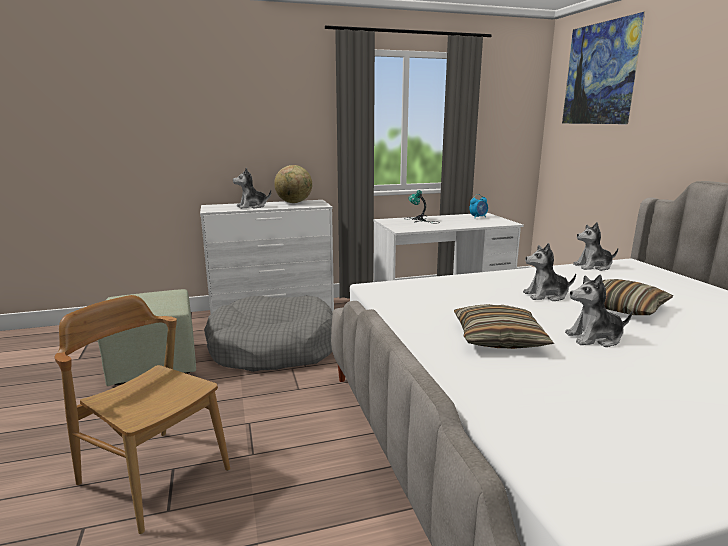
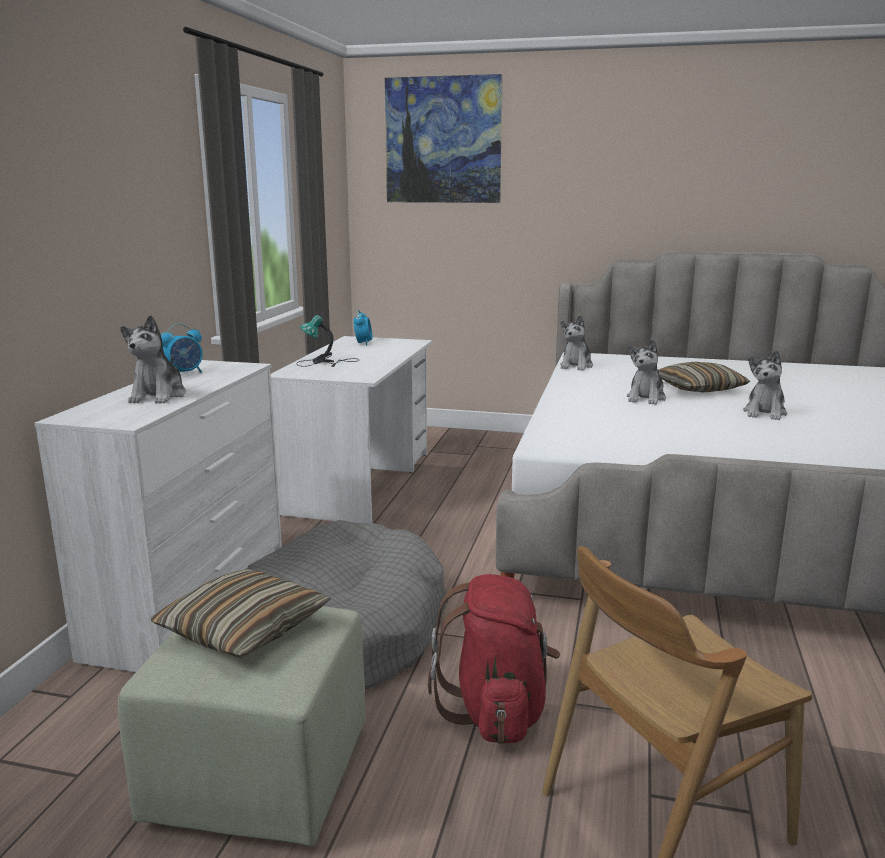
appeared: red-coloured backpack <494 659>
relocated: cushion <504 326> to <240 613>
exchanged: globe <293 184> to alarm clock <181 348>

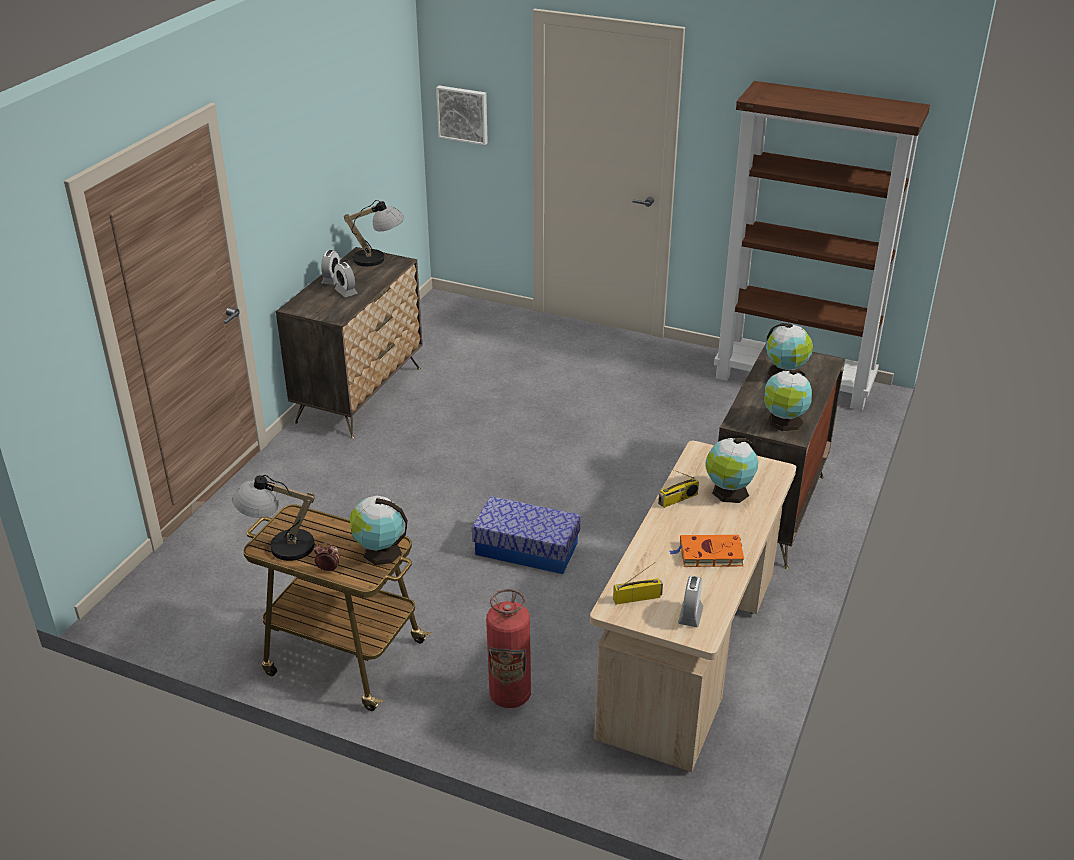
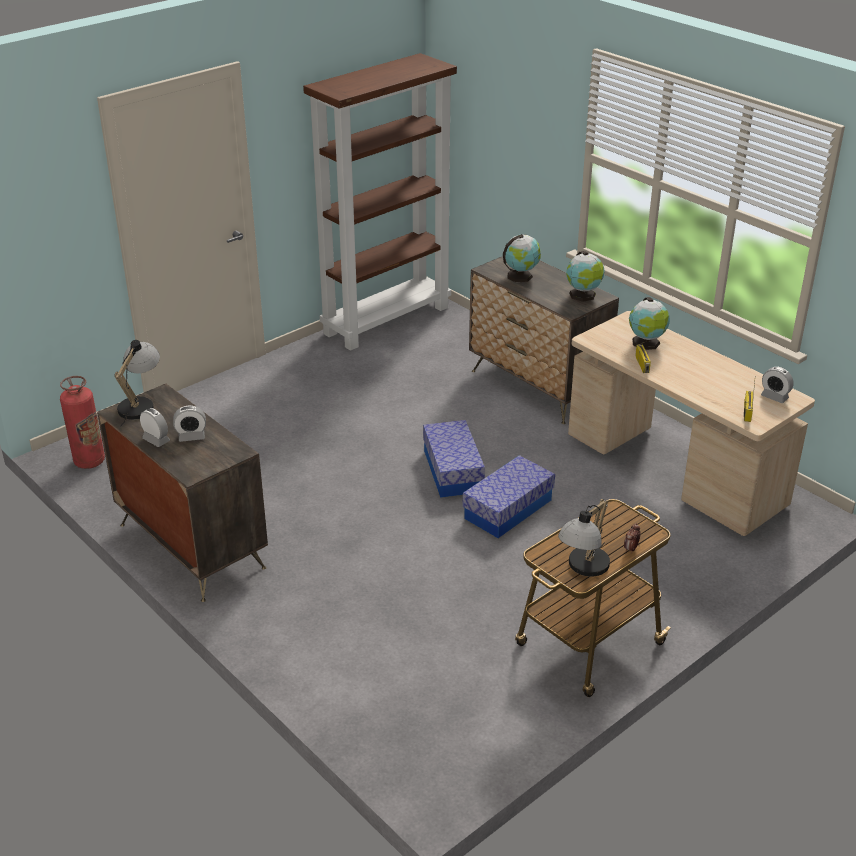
missing: picture <462 115>; globe <379 530>; orangey bound book <707 551>
appeared: storage box <454 459>
relocated: fire-fighting cylinder <508 648> to <82 422>

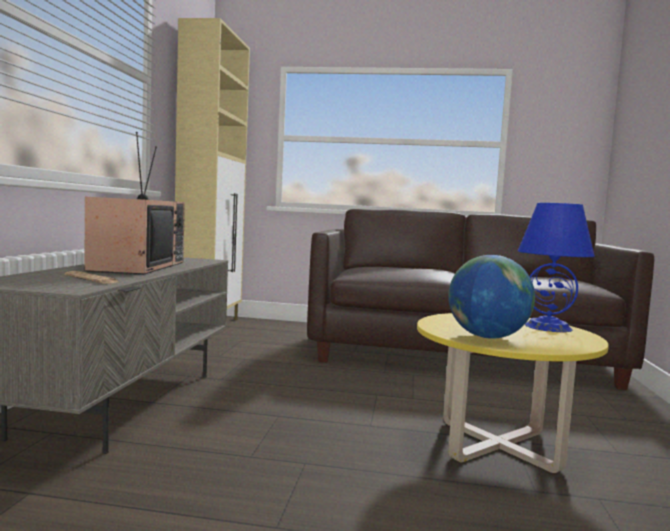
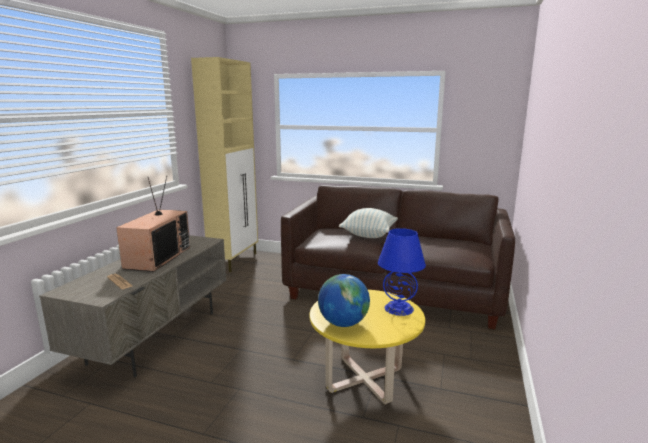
appeared: cushion <368 223>

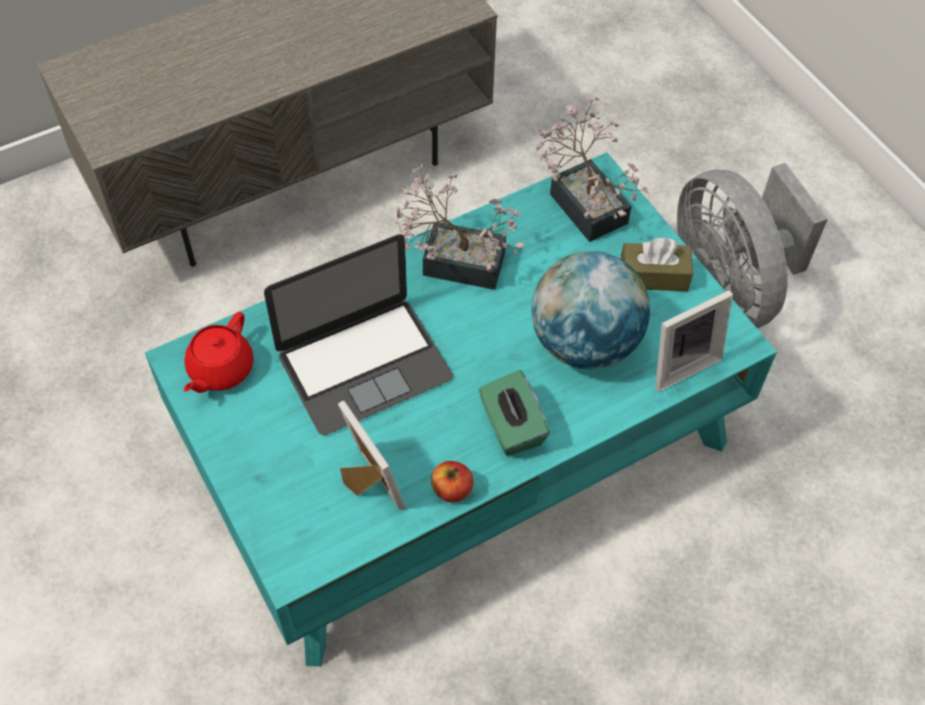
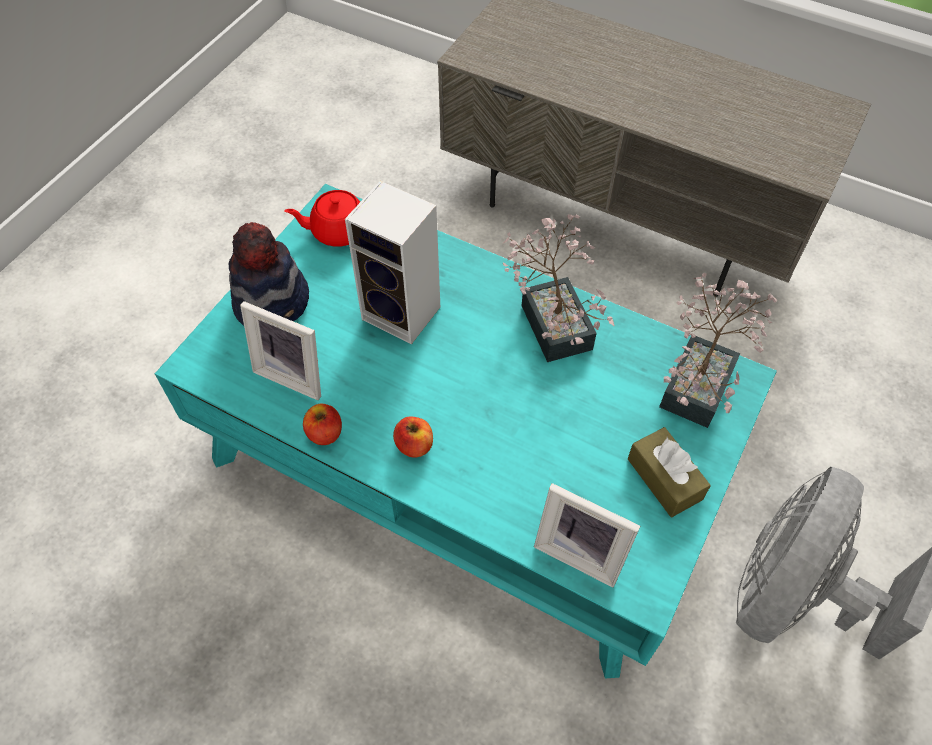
missing: globe <590 310>
appeared: hat <269 274>
exchanged: laptop <358 334> to audio speaker <392 262>; green tissue holder <514 412> to apple fruit <413 437>
spun: standing frame <371 456> = <280 350> 90 degrees clockwise

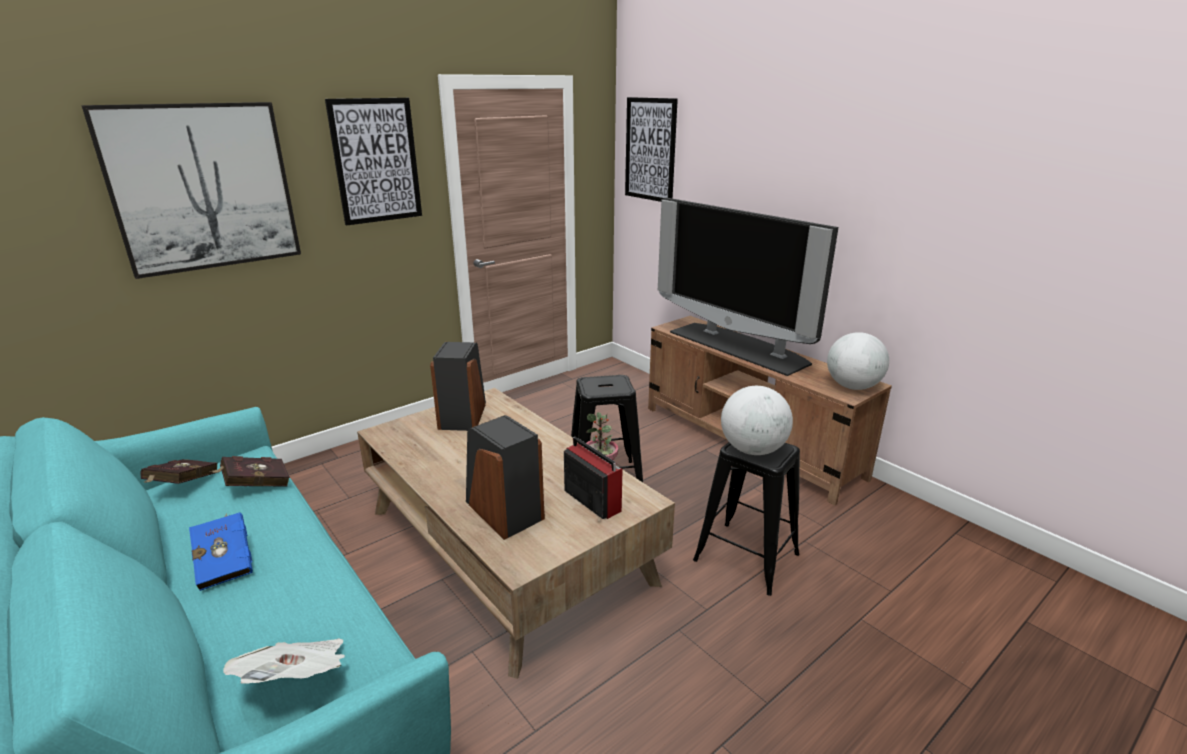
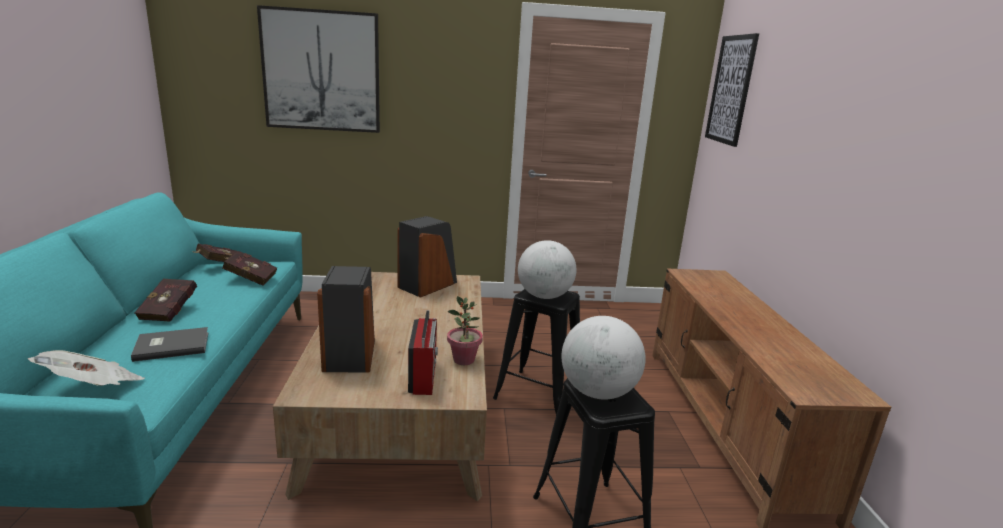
missing: picture <373 162>; TV <748 287>
appeared: grey bound book <169 344>
relocated: globe <858 361> to <547 269>
colour: blue bound book <221 551> to red-coloured bound book <165 300>

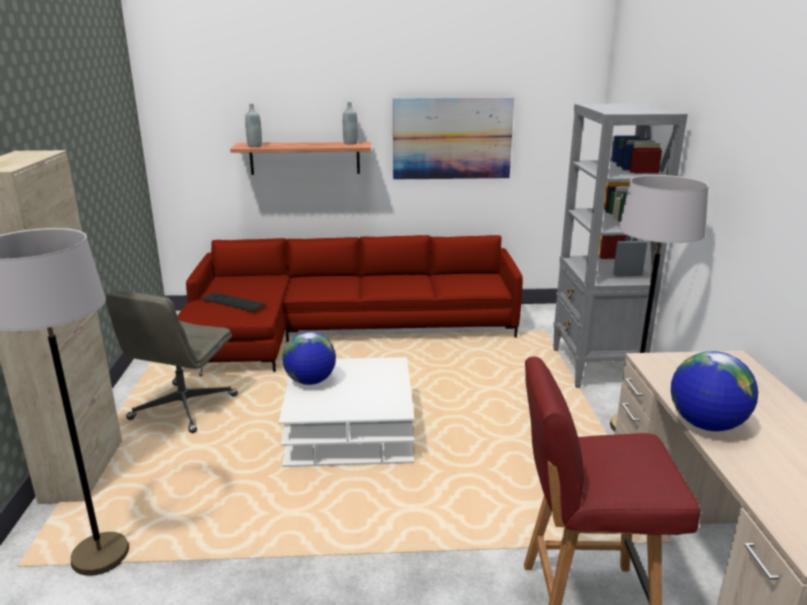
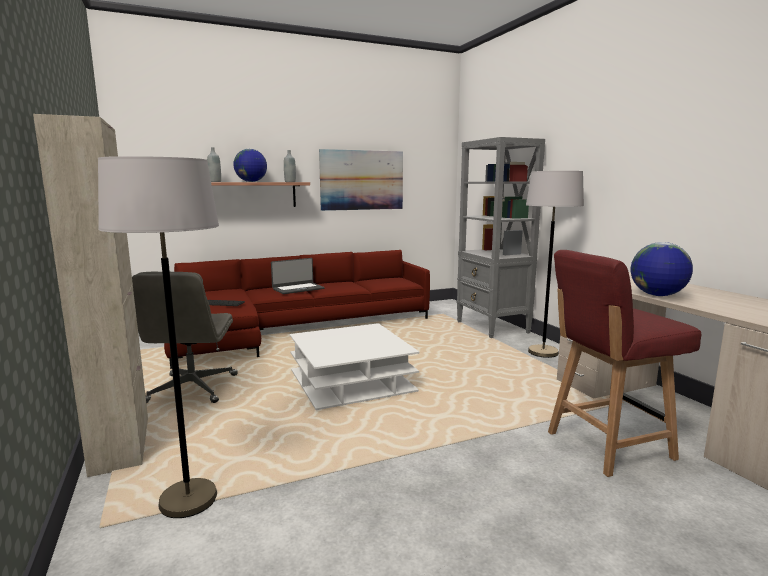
appeared: laptop <298 276>
relocated: globe <309 358> to <250 165>

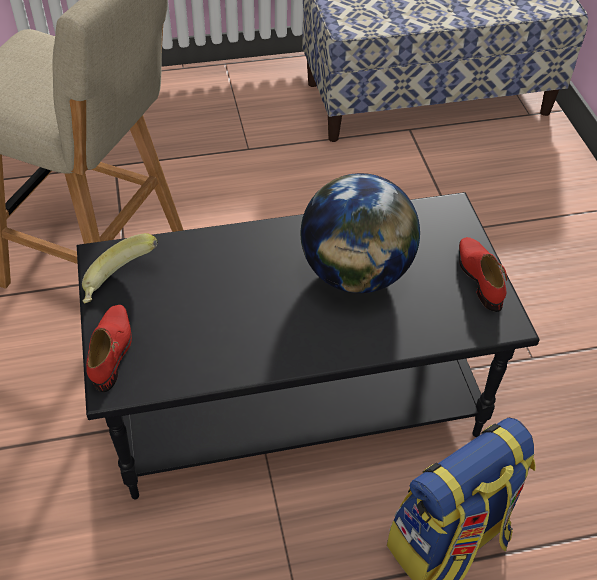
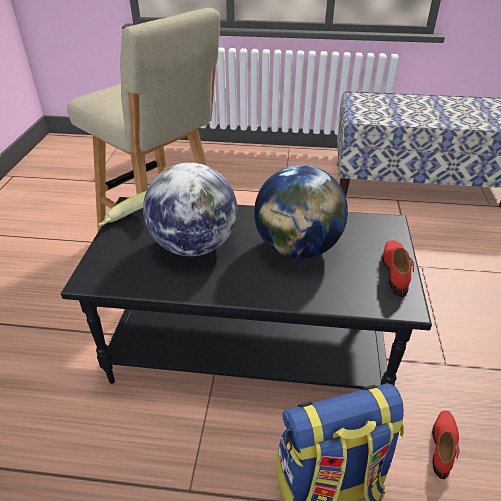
appeared: globe <190 209>
relocated: red-coloured shoe <109 348> to <446 444>

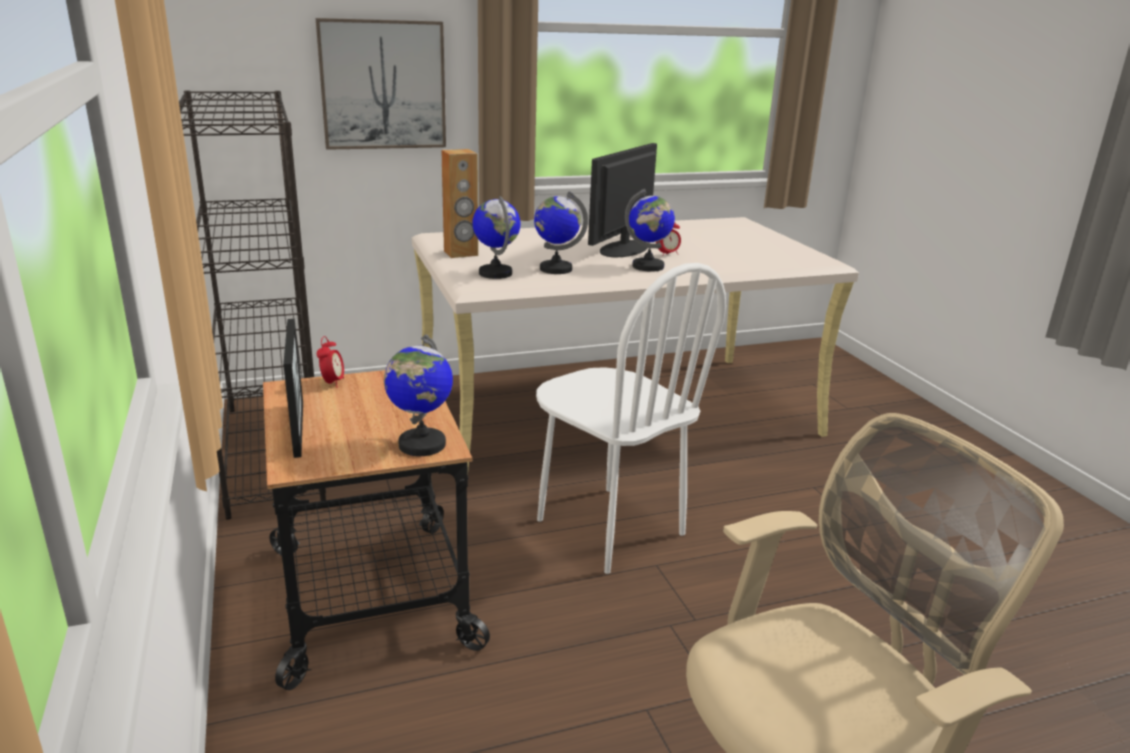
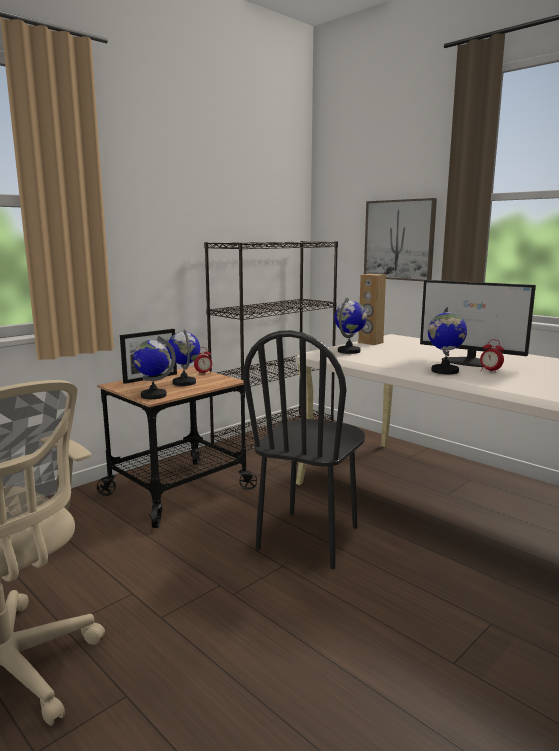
relocated: globe <561 232> to <183 357>
colour: white upright chair <631 418> to black upright chair <304 449>
spun: monitor <622 200> = <478 323> 150 degrees counterclockwise

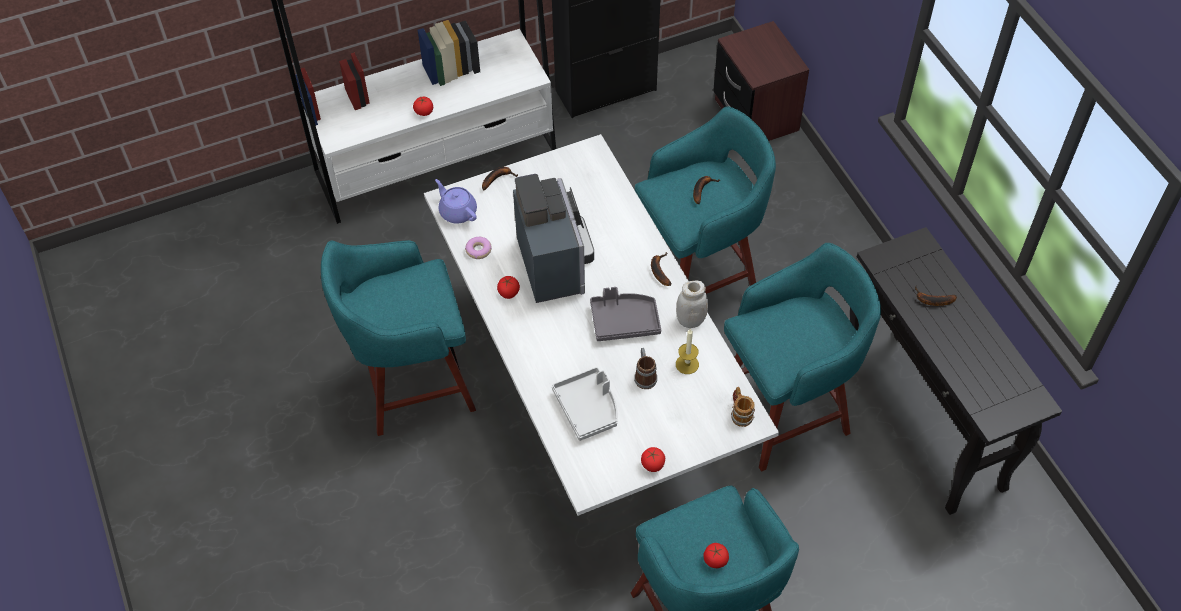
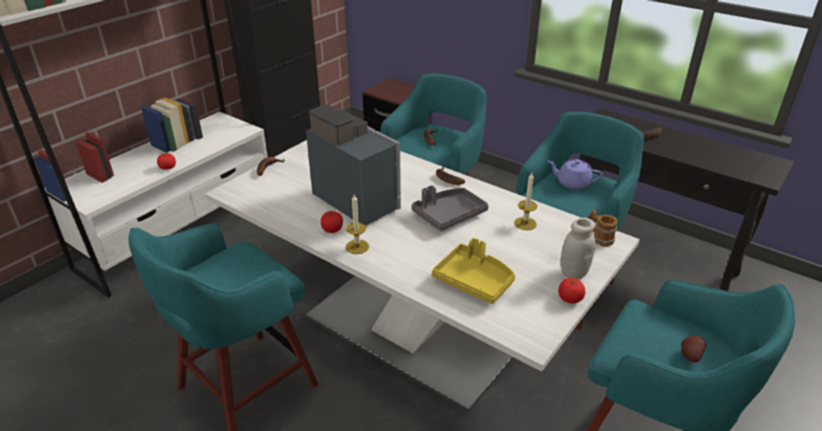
missing: donut <478 248>; mug <645 368>
appeared: wax light <357 224>
relocated: purple-coloured teapot <456 201> to <575 174>; white preserve jar <692 304> to <578 248>
exchanged: fresh tomato <716 555> to potato <693 349>
colour: grey serving tray <585 404> to yellow serving tray <473 271>

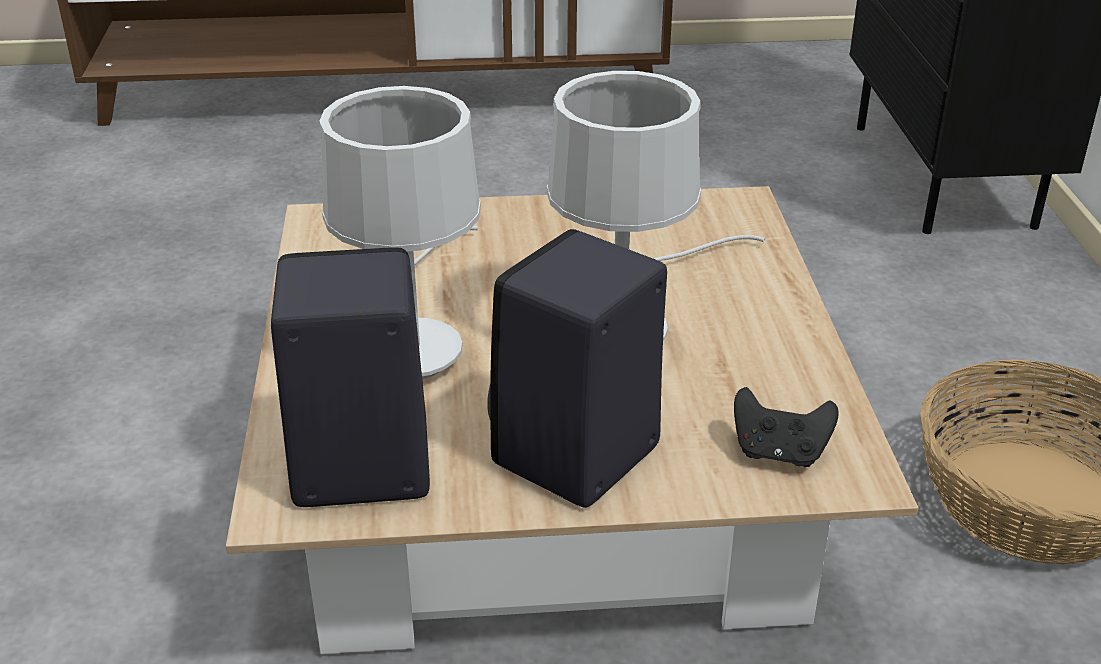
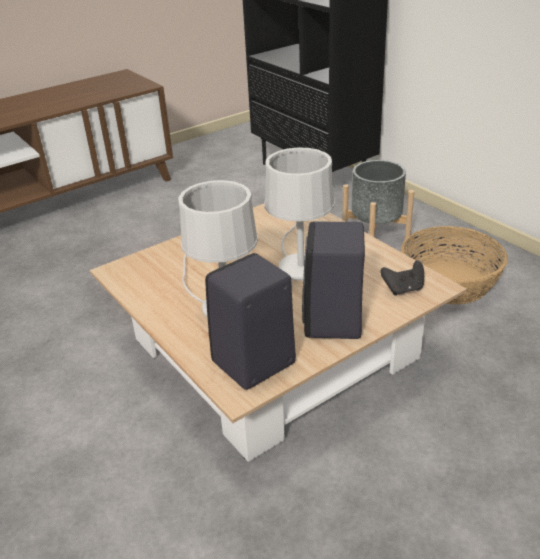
appeared: grey flower pot <378 200>

